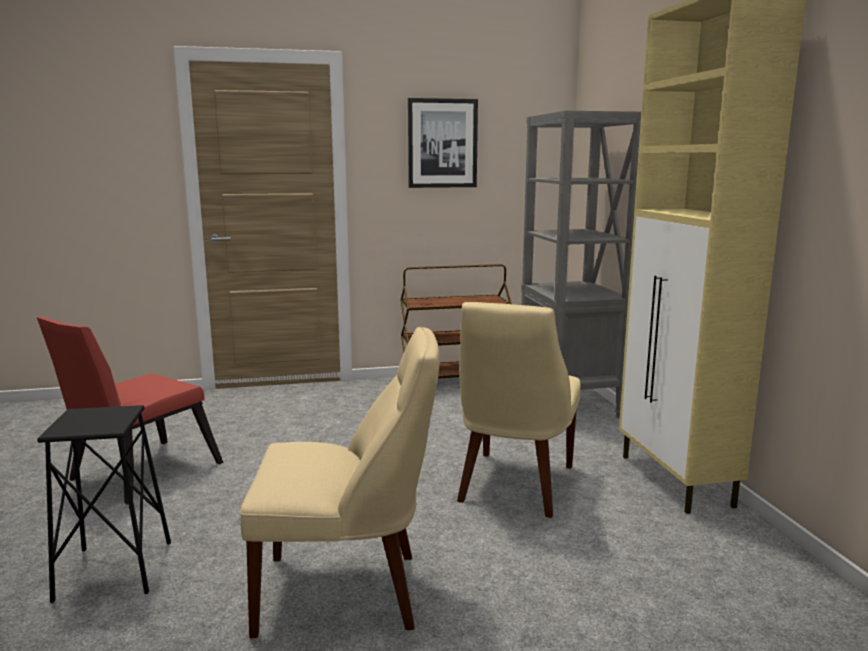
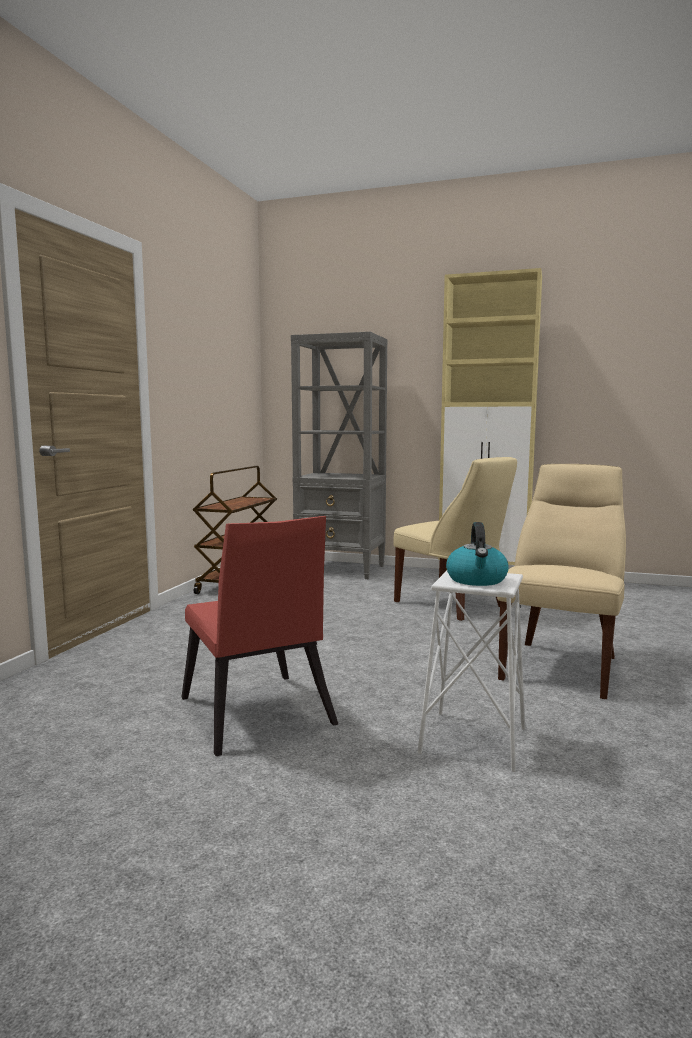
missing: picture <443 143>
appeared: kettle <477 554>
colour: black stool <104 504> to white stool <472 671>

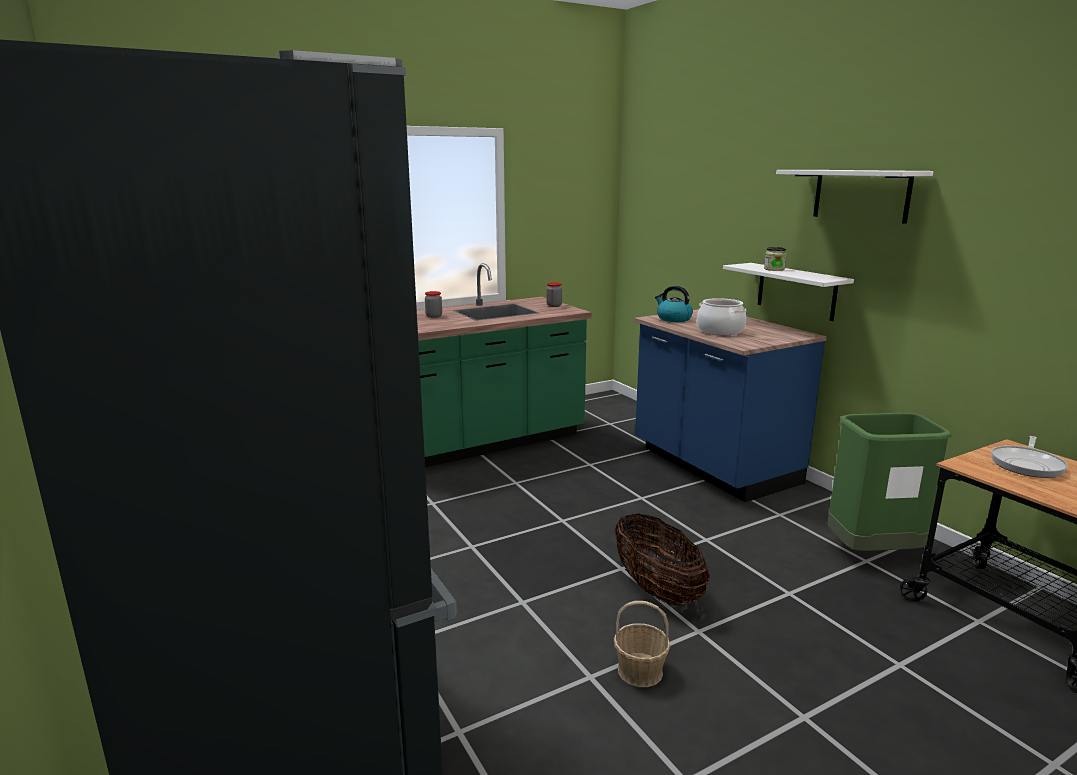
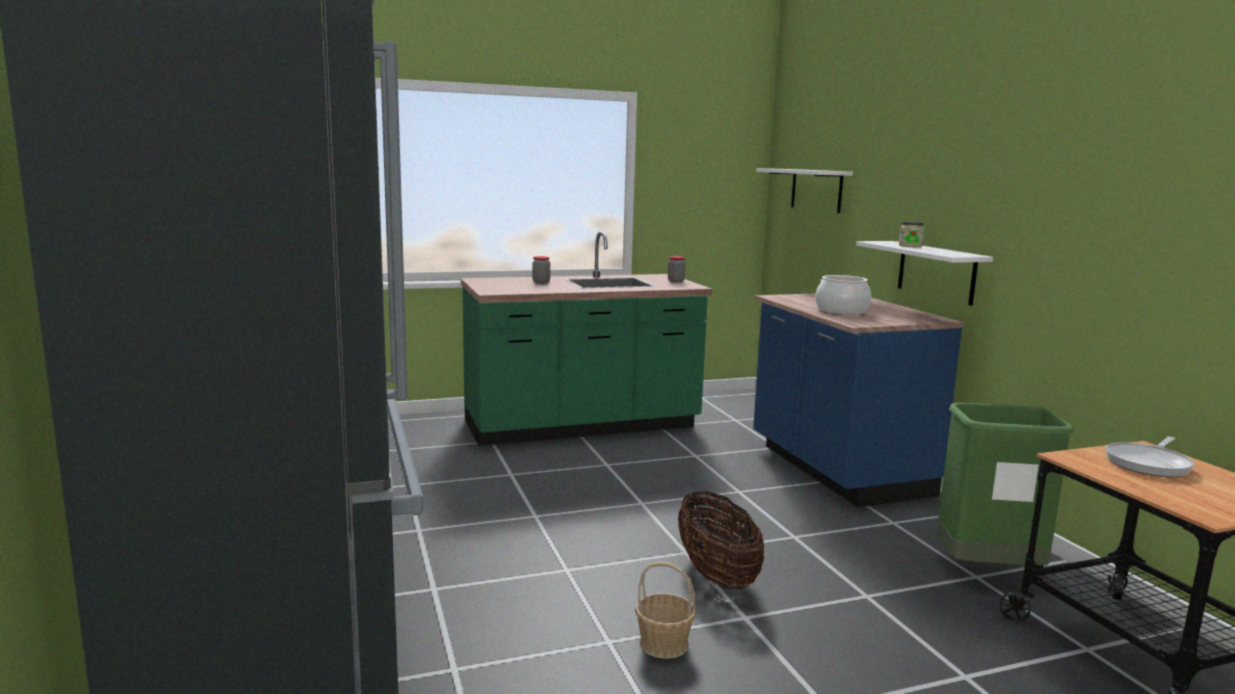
missing: kettle <674 304>
relocated: white wall shelf <854 197> to <804 190>

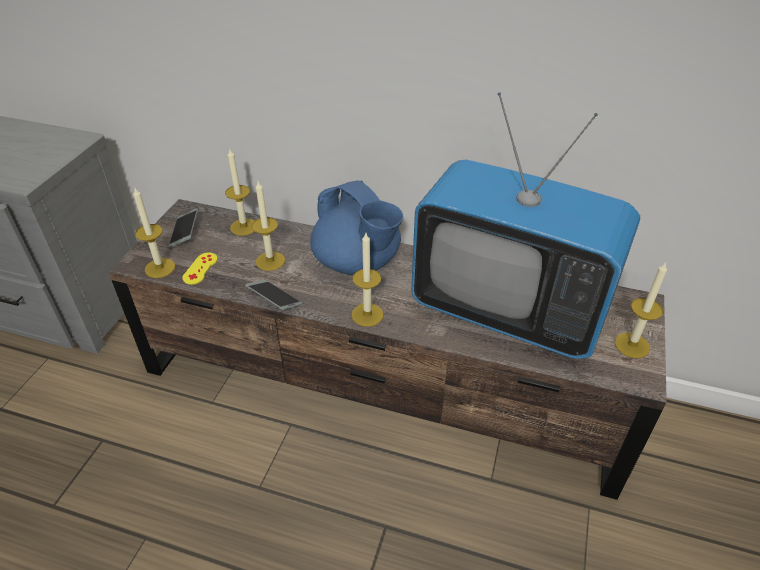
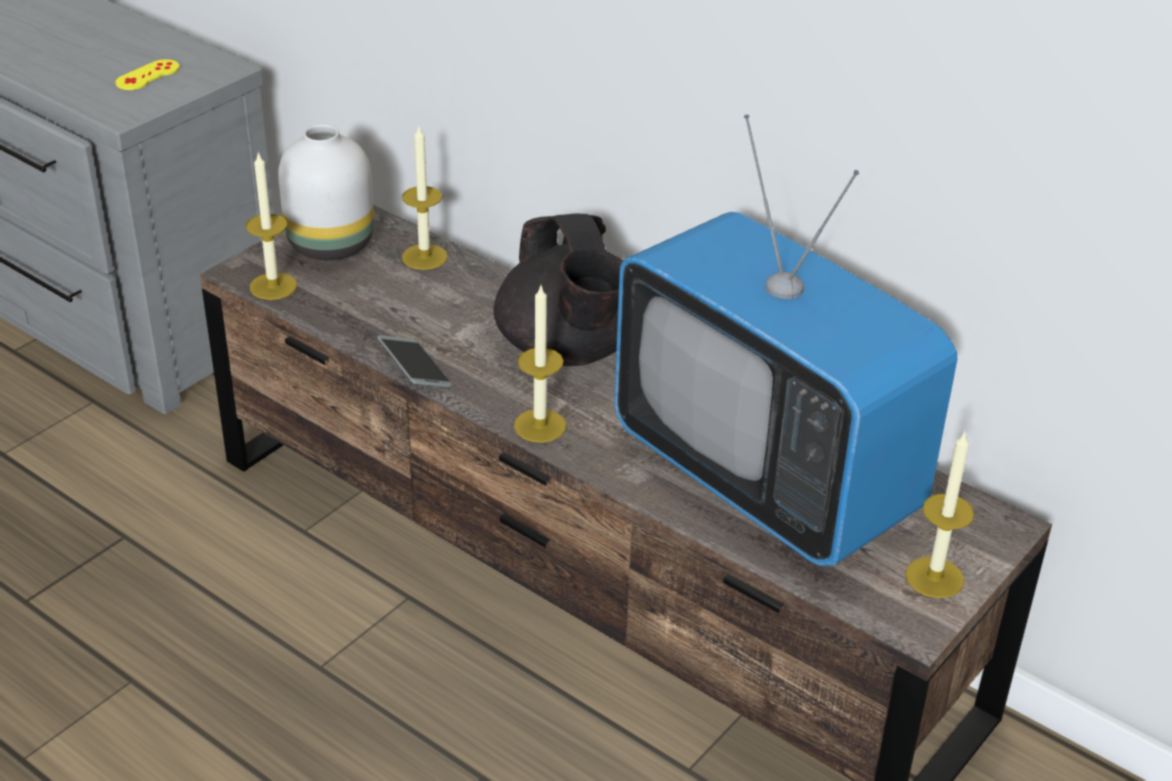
missing: wax light <268 226>
relocated: yellow gamepad <200 269> to <147 74>
exchanged: handset <183 228> to white decorative vase <326 192>
colour: blue teapot <356 228> to black teapot <558 289>

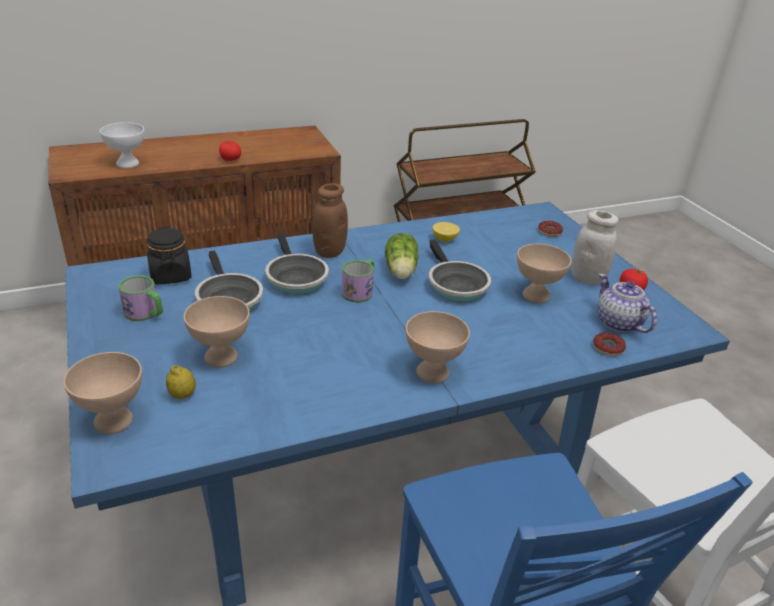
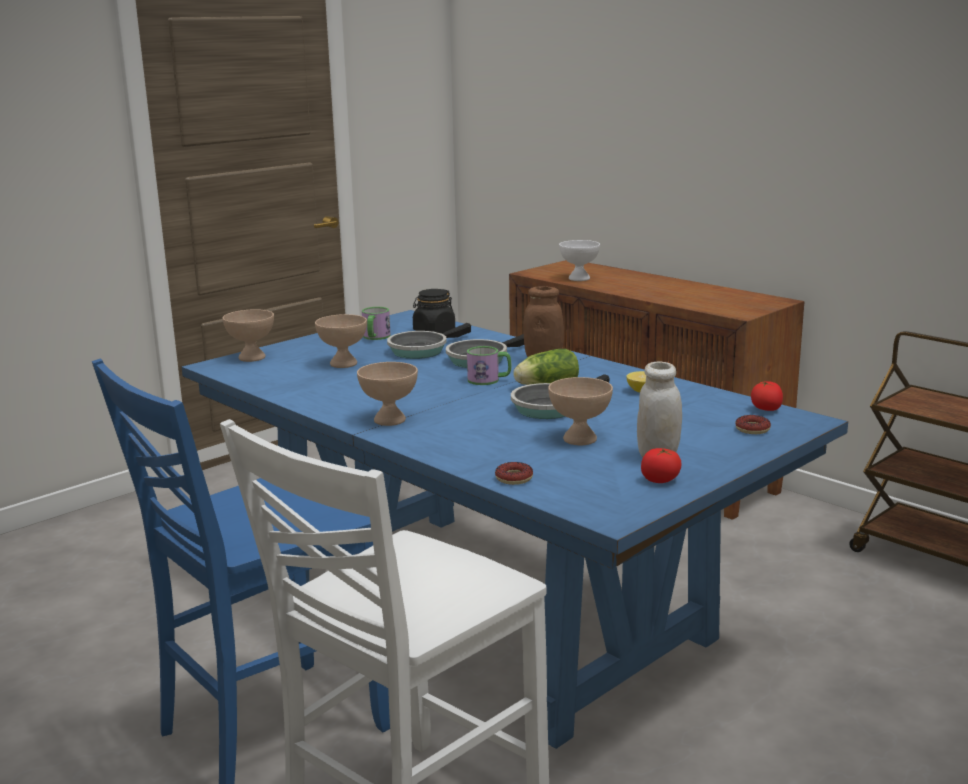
missing: teapot <627 303>; citrus fruit <181 382>
relocated: fresh tomato <230 151> to <767 396>

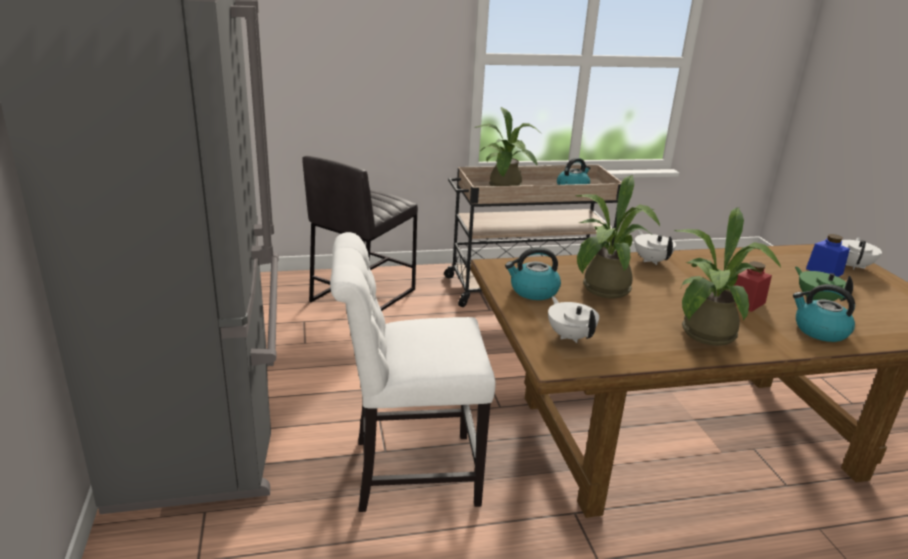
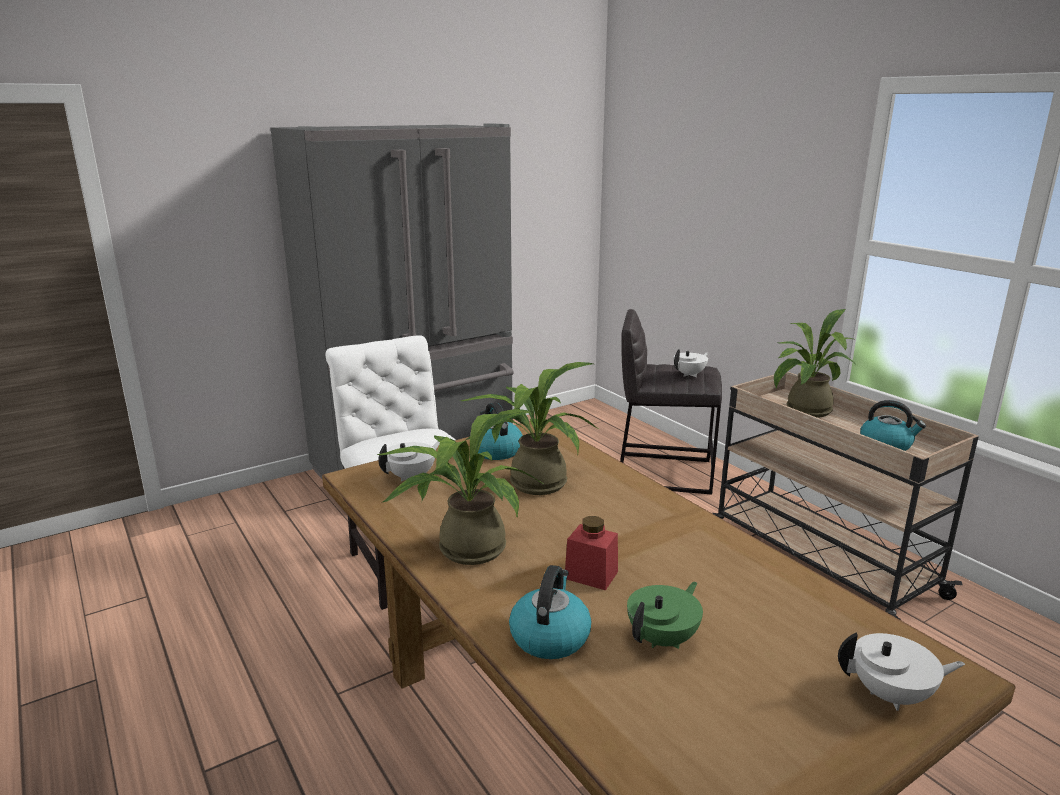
missing: blue preserve jar <828 255>
relocated: white teapot <655 247> to <690 363>

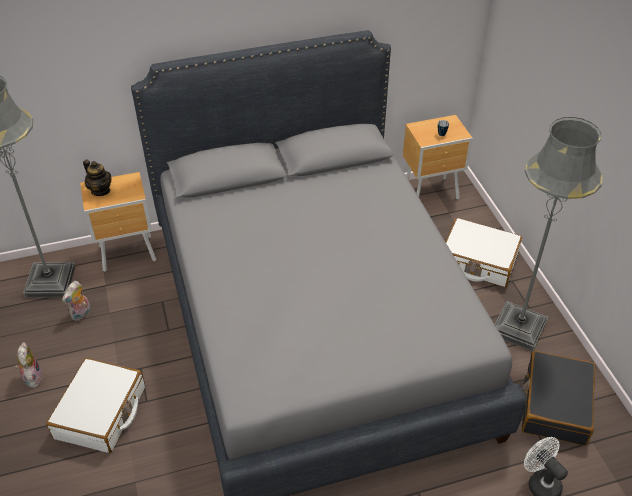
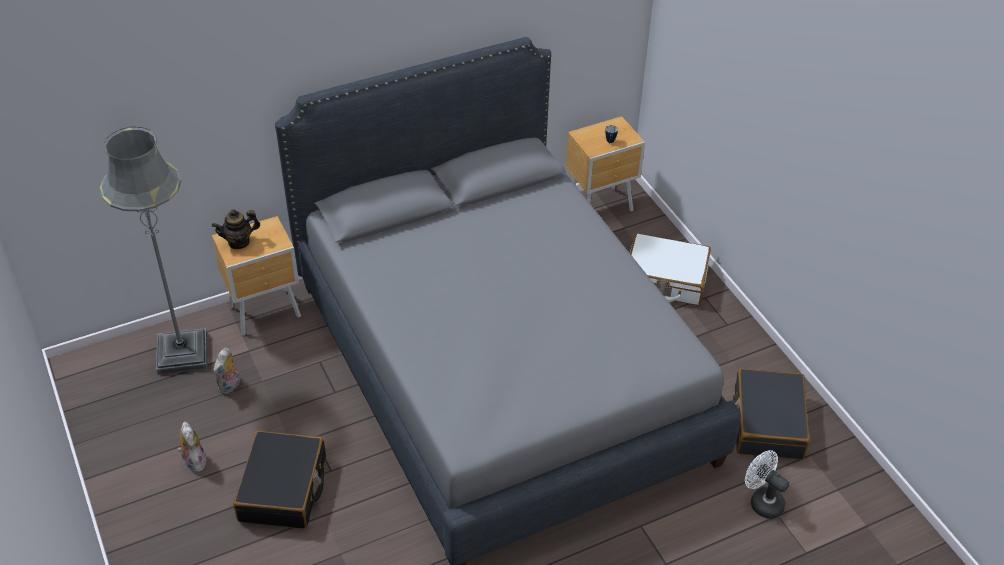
missing: grey floor lamp <549 234>
colour: white piece of luggage <95 405> to black piece of luggage <279 480>
spun: teapot <97 178> = <236 229> 120 degrees clockwise

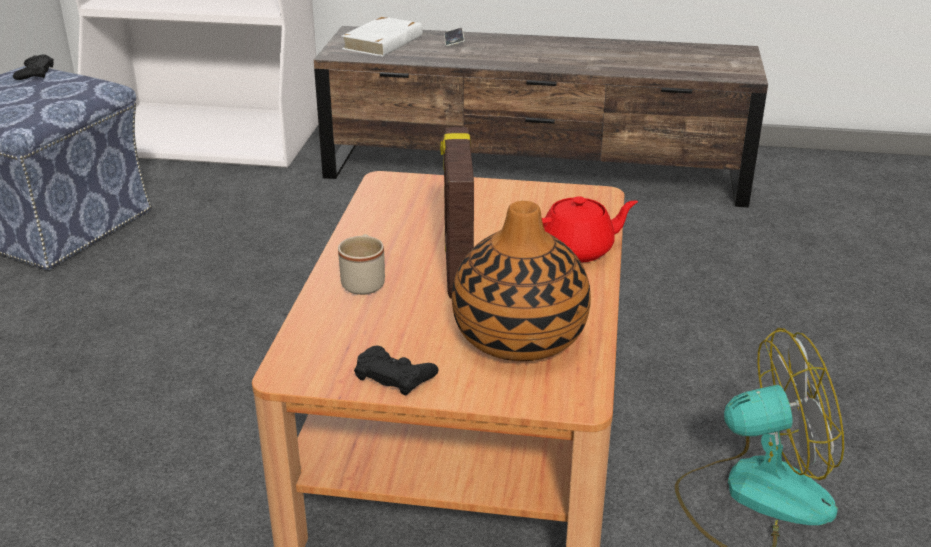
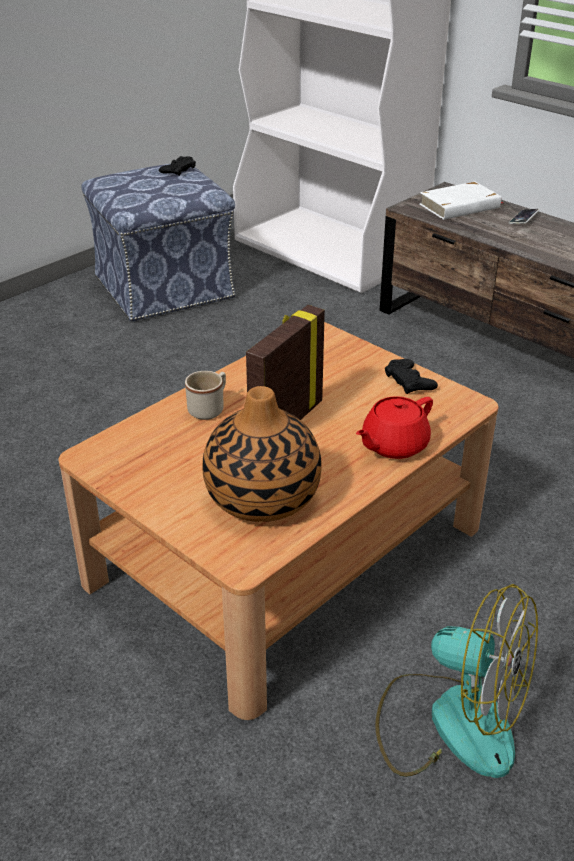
relocated: black gamepad <396 371> to <411 376>
spun: red-coloured teapot <590 229> = <394 427> 120 degrees clockwise

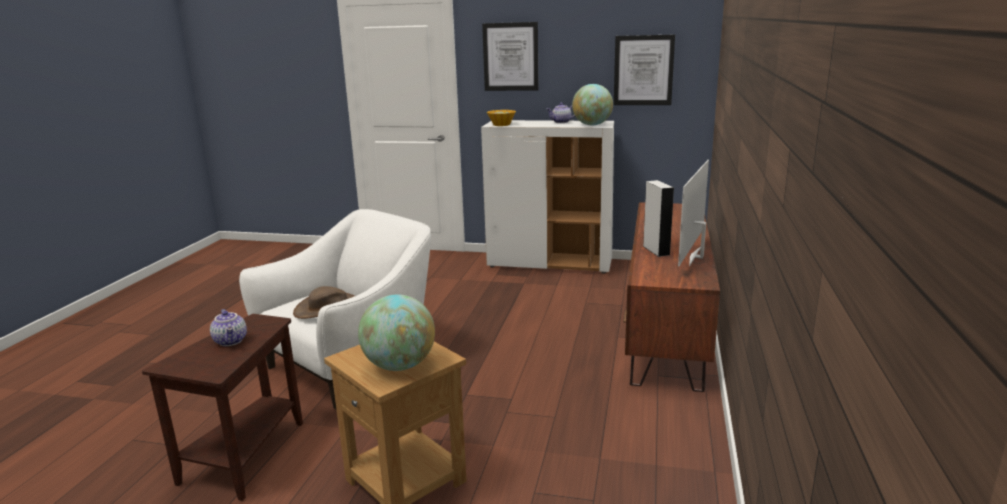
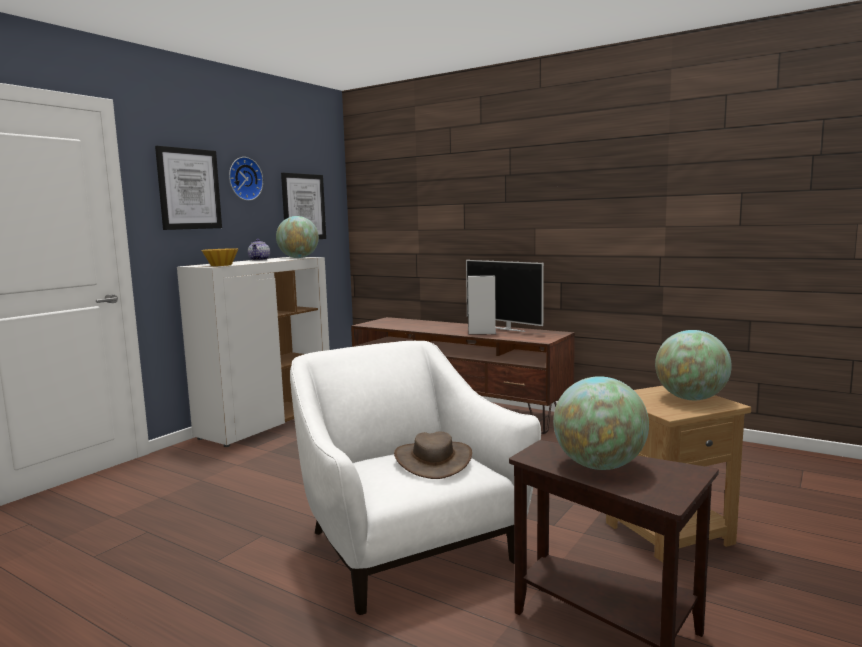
appeared: hanging clock <246 179>
exchanged: teapot <228 327> to globe <601 423>

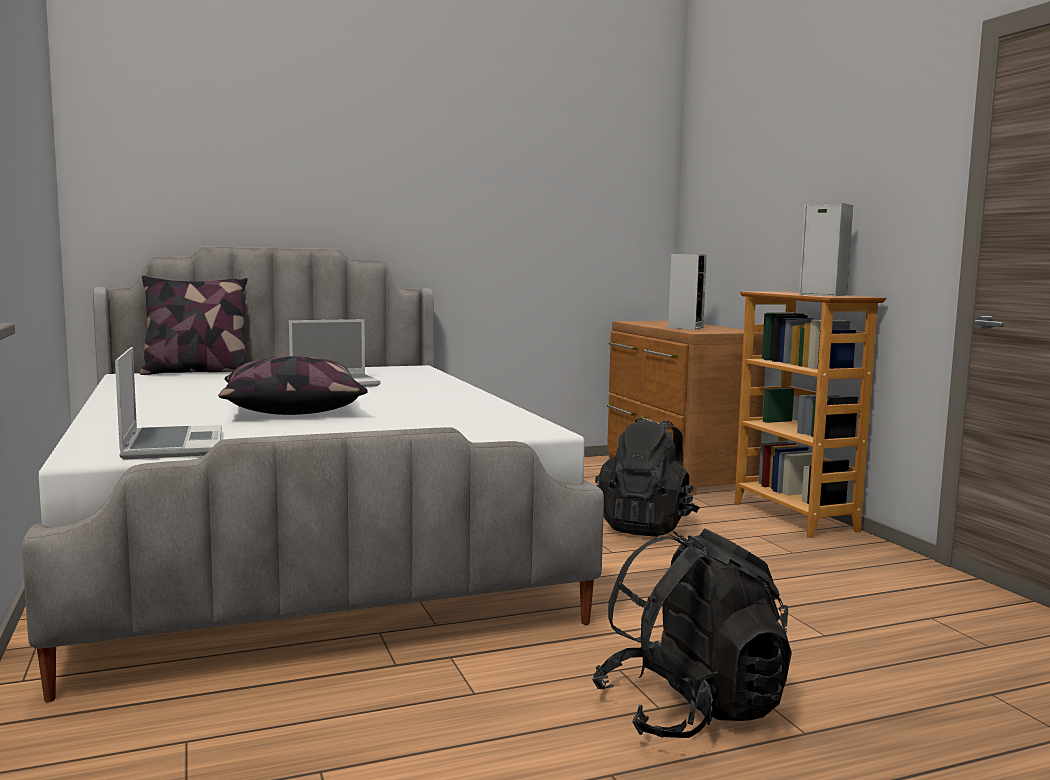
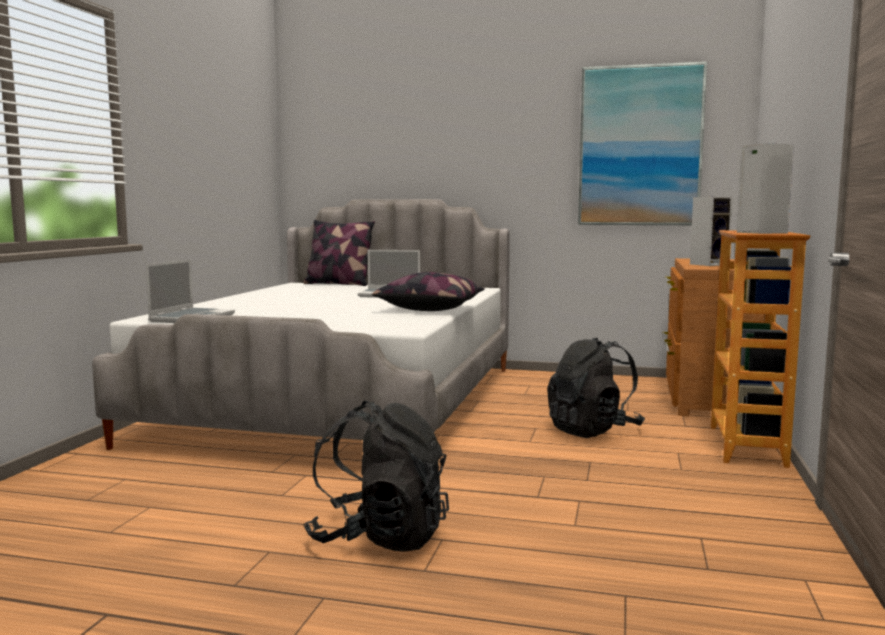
appeared: picture <642 143>
relocated: cushion <293 385> to <428 291>

